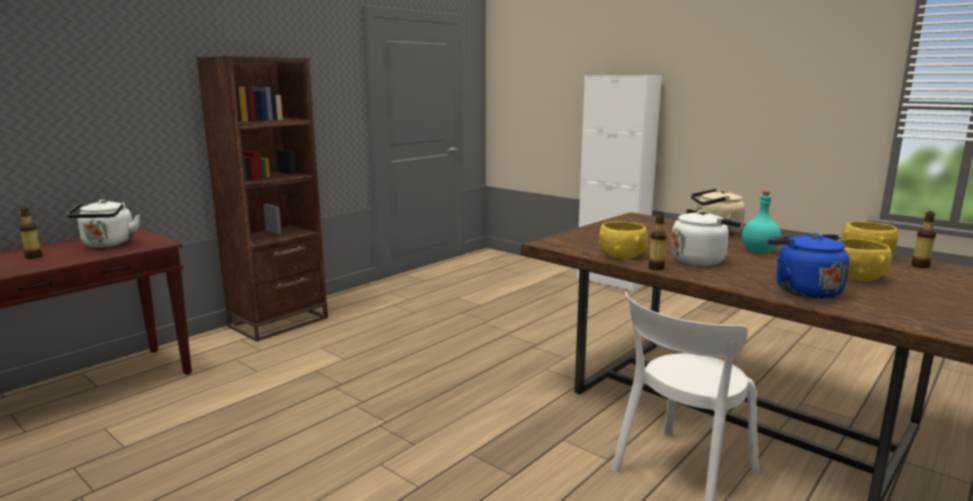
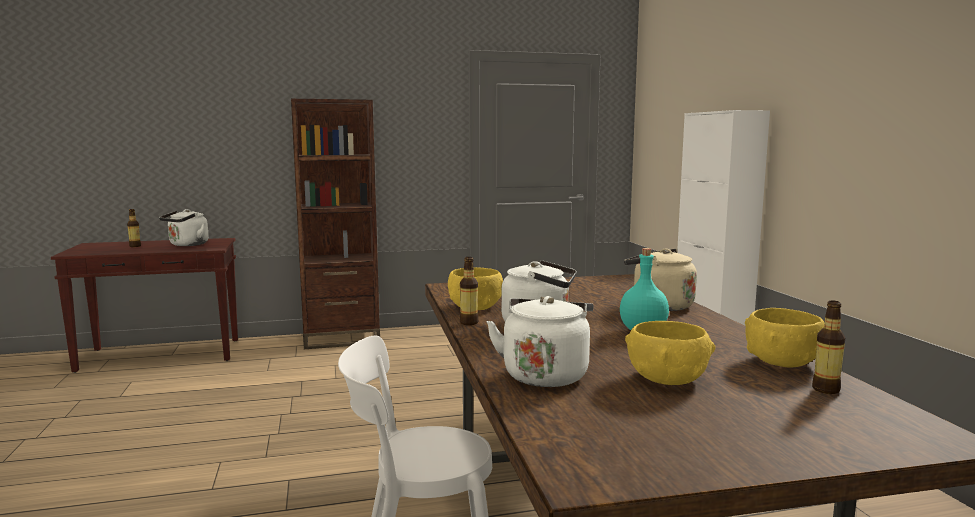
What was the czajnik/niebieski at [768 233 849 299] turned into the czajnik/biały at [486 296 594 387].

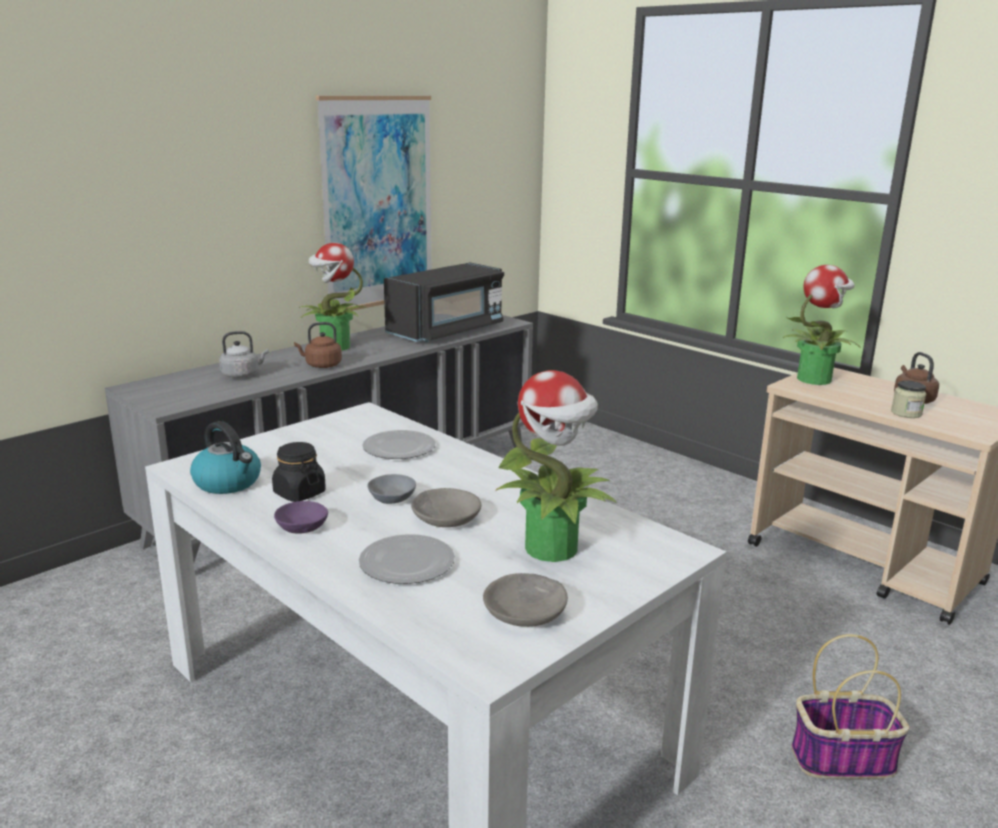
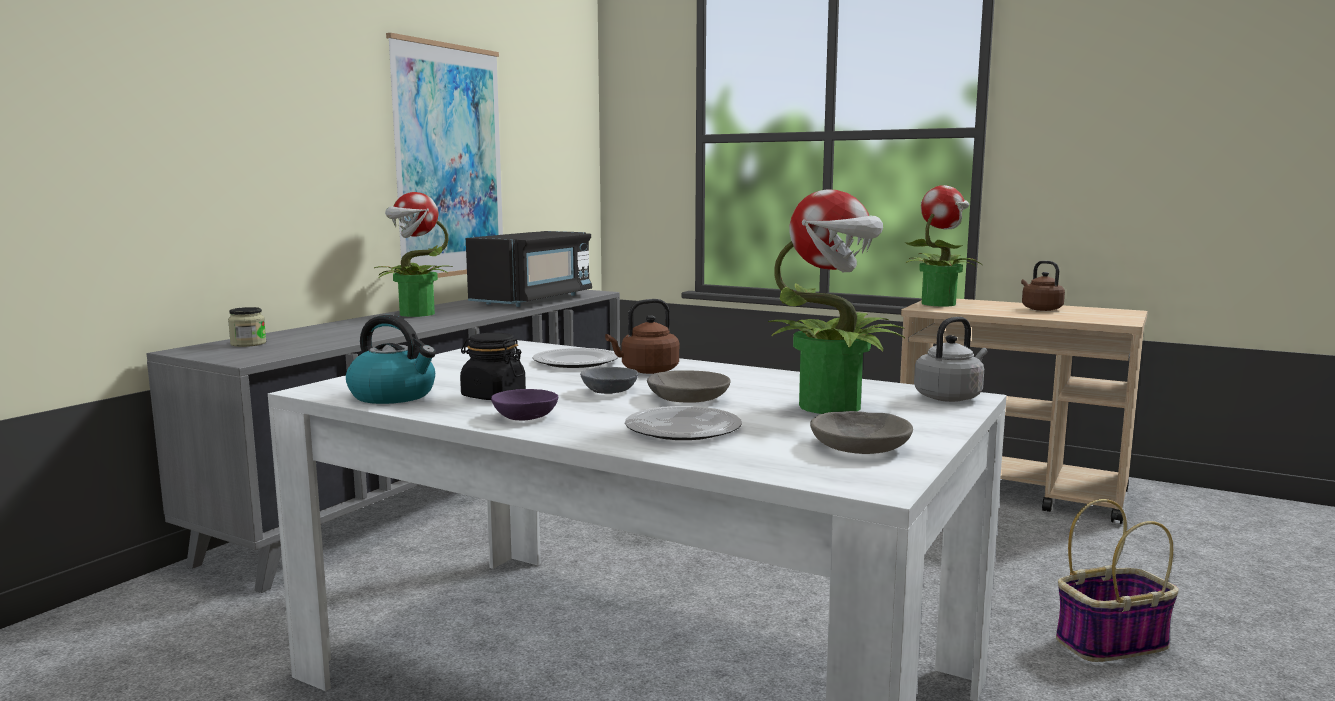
The czajnik/szary ended up elsewhere, having gone from [219 331 269 378] to [914 317 987 402]. The czajnik/brązowy ended up elsewhere, having gone from [294 322 342 368] to [605 299 679 374]. The słoik ended up elsewhere, having gone from [891 380 926 418] to [228 307 266 347].

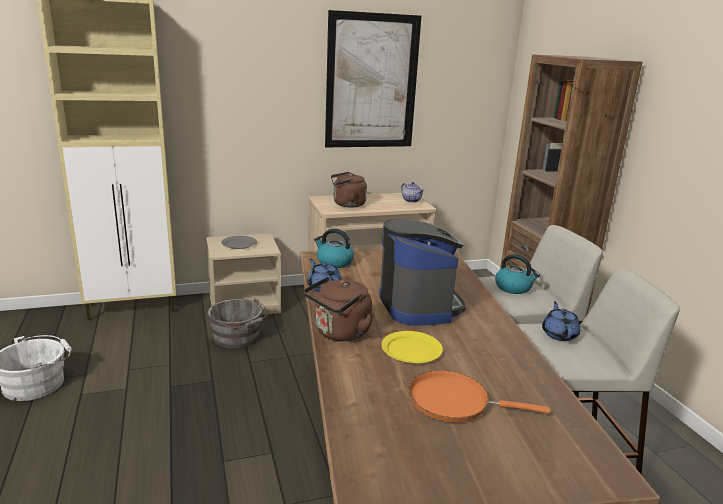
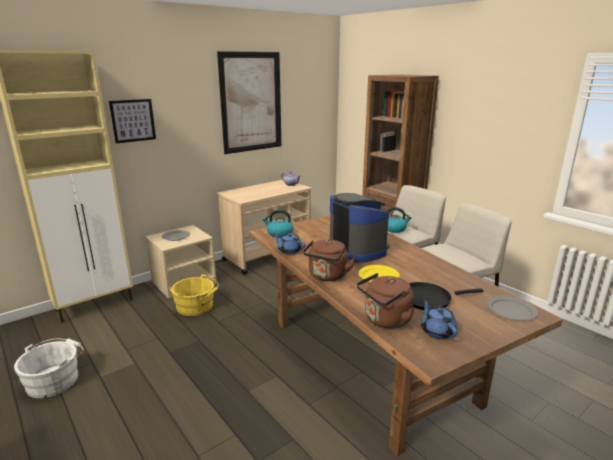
What was the wiadro/szary at [207 297 268 348] turned into the wiadro/żółty at [171 274 219 316]. The czajnik/brązowy ended up elsewhere, having gone from [331 172 367 208] to [357 273 414 329]. What was the patelnia/pomarańczowy at [408 370 550 422] turned into the patelnia/czarny at [409 282 484 310]. The imbryk/niebieski ended up elsewhere, having gone from [542 301 580 341] to [421 299 457 339]. The second view gained the obraz at [109 99 156 143]. The second view gained the talerz/szary at [487 296 538 321].

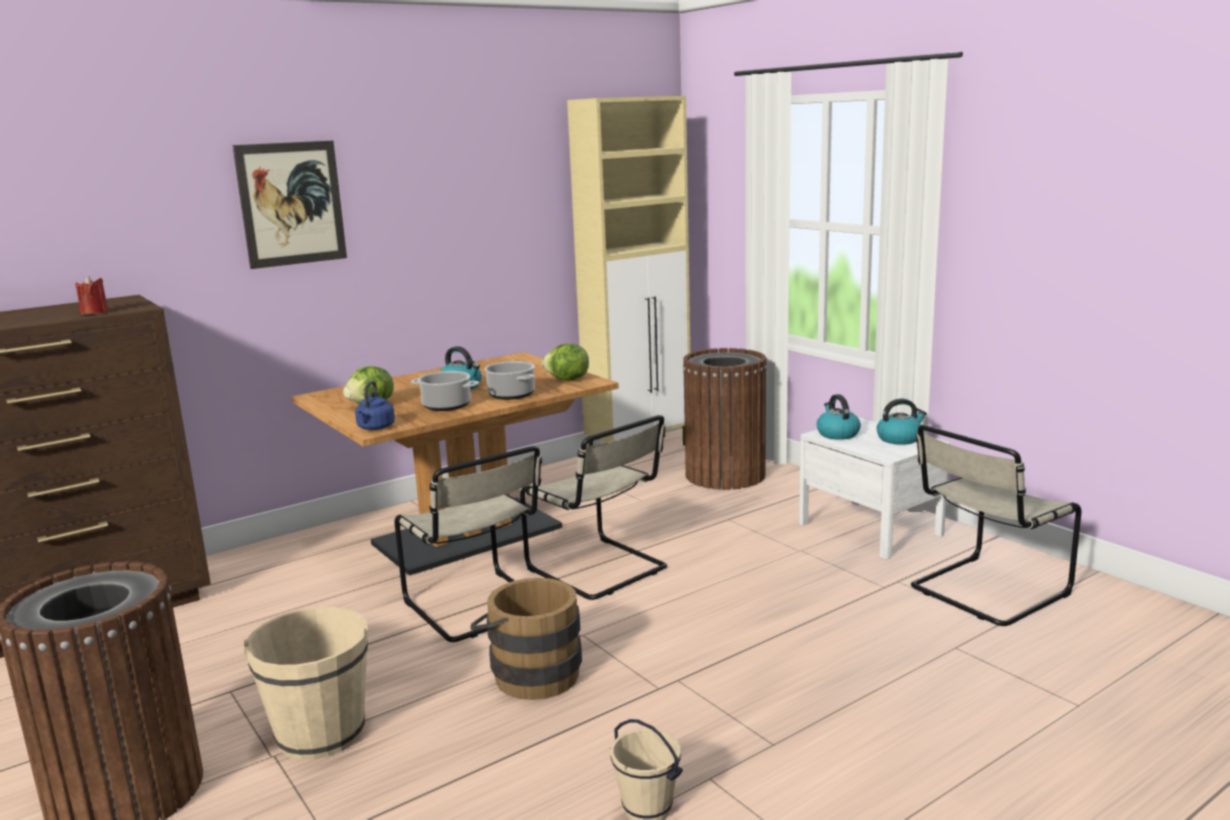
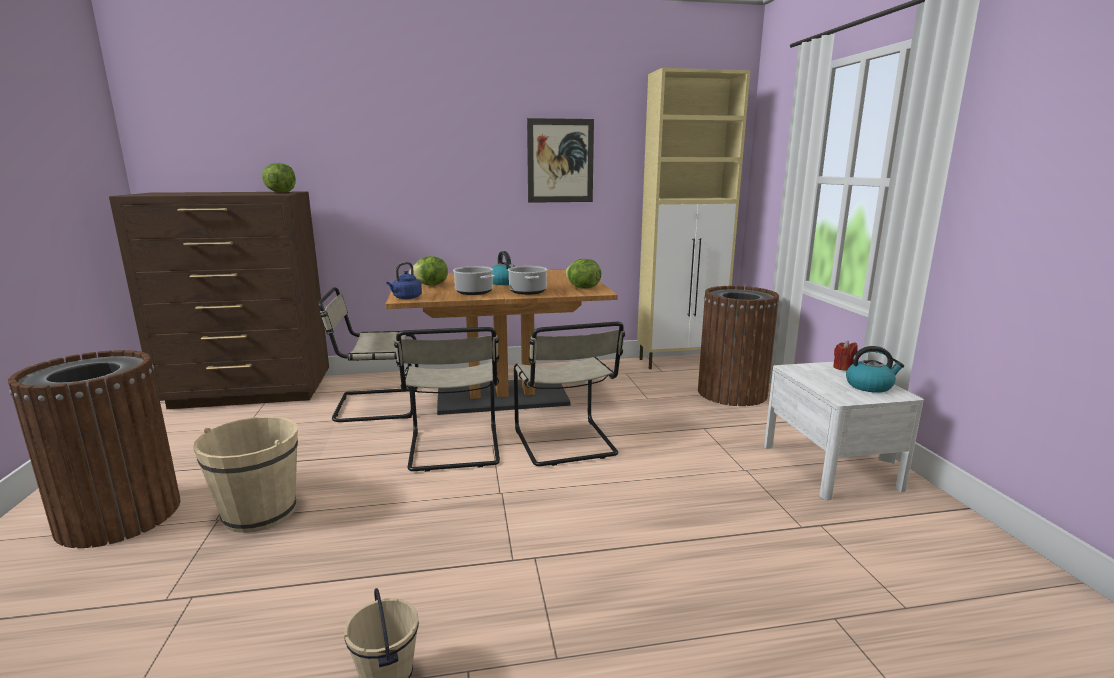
The świeca/czerwony ended up elsewhere, having gone from [75 276 109 315] to [833 340 858 371]. The obraz ended up elsewhere, having gone from [232 141 347 269] to [527 118 594 203]. The second view lost the wiadro/brązowy at [470 578 582 700]. The second view lost the czajnik at [817 394 861 440]. The krzesło/beżowy ended up elsewhere, having gone from [911 425 1081 626] to [318 287 418 422]. The second view gained the sałata at [262 163 296 193].

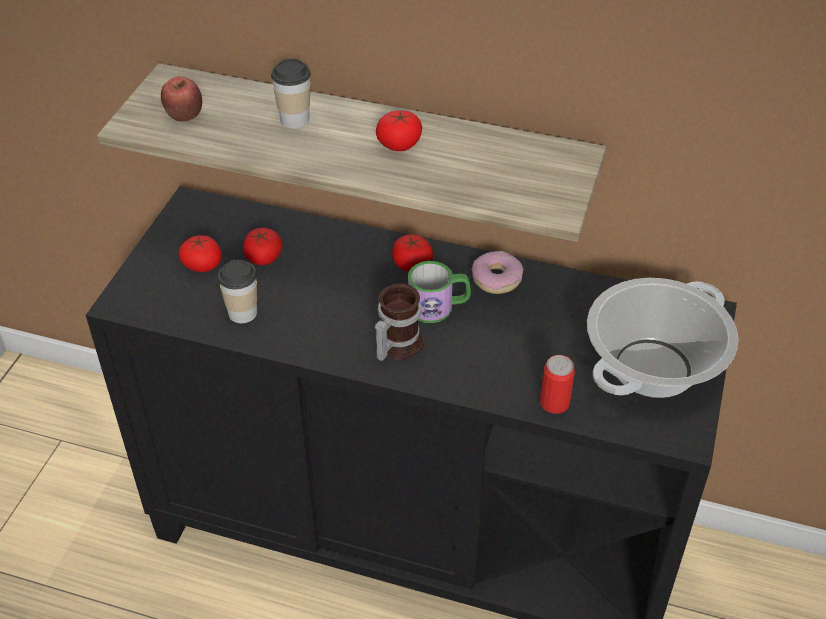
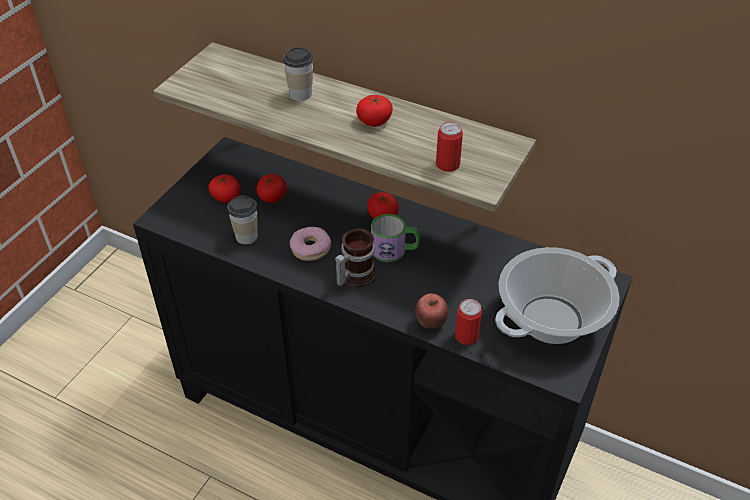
The jabłko ended up elsewhere, having gone from [161 76 202 122] to [415 293 448 329]. The donut ended up elsewhere, having gone from [472 251 523 294] to [290 227 331 261]. The second view gained the puszka at [436 121 463 172].

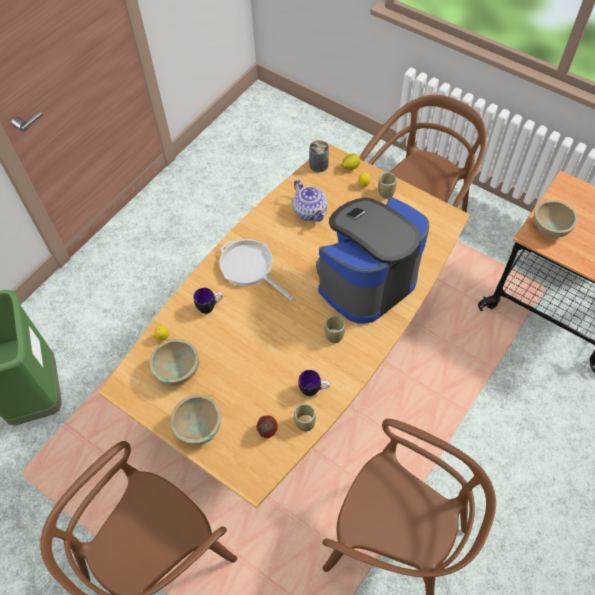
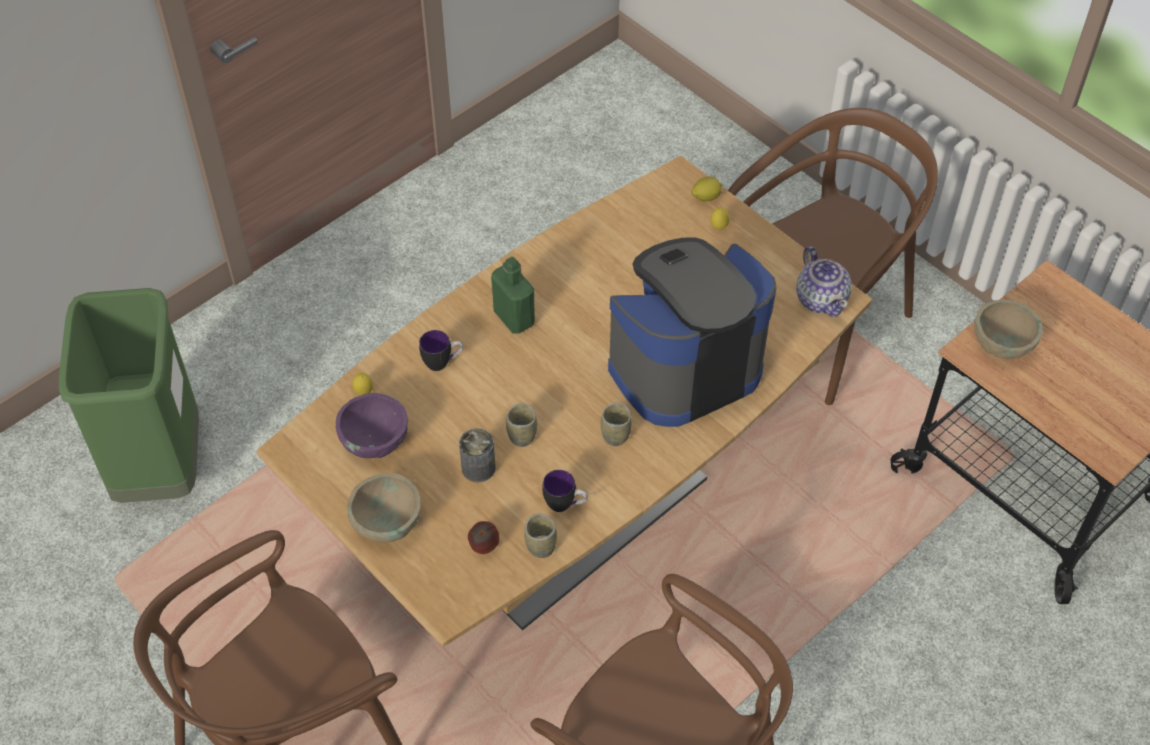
What was the miska/beżowy at [149 339 199 386] turned into the miska/fioletowy at [336 393 408 458]. Where the patelnia stood at [219 239 294 301], the butelka/zielony came to stand at [491 257 535 334]. The imbryk ended up elsewhere, having gone from [293 180 327 222] to [796 246 852 317]. The puszka ended up elsewhere, having gone from [309 140 329 172] to [459 428 496 482]. The filiżanka ended up elsewhere, having gone from [378 172 397 199] to [506 403 537 447].

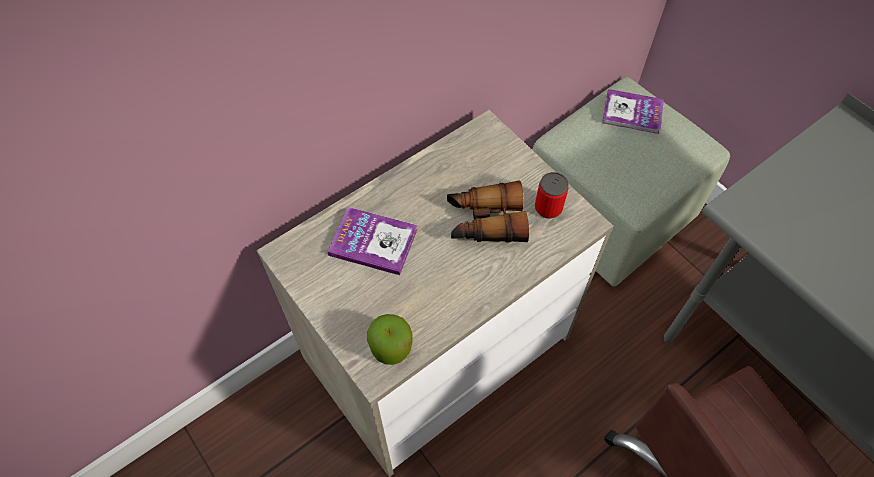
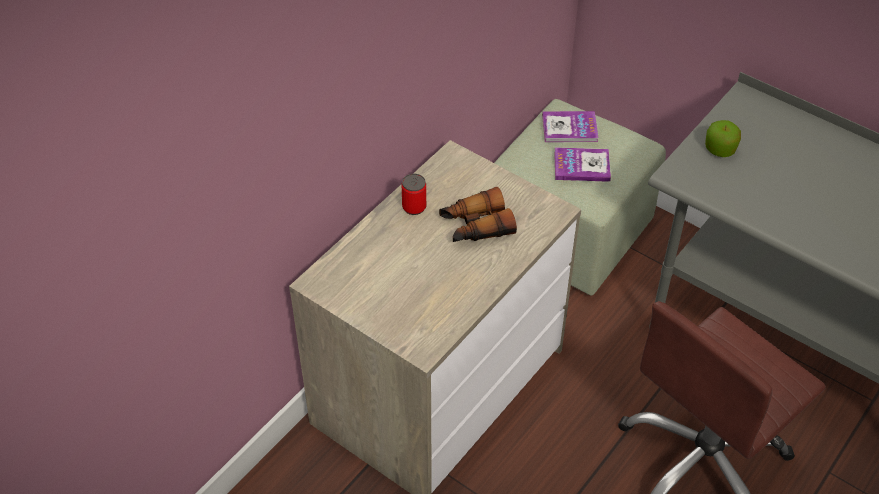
The książka ended up elsewhere, having gone from [328 207 417 275] to [554 147 611 182]. The jabłko ended up elsewhere, having gone from [367 314 413 365] to [705 120 741 157]. The puszka ended up elsewhere, having gone from [535 172 568 218] to [402 174 426 215].

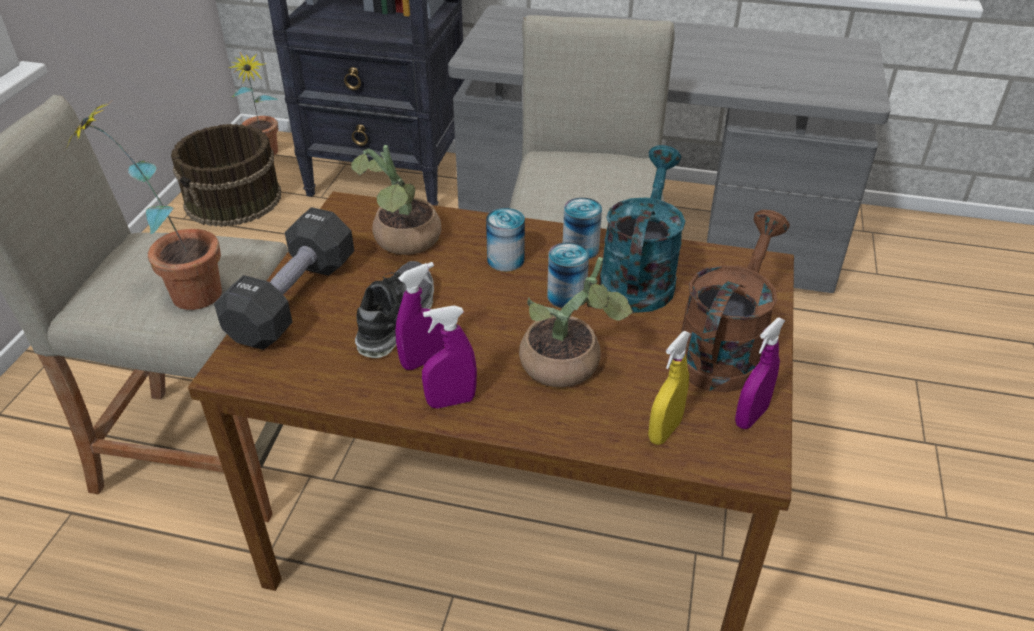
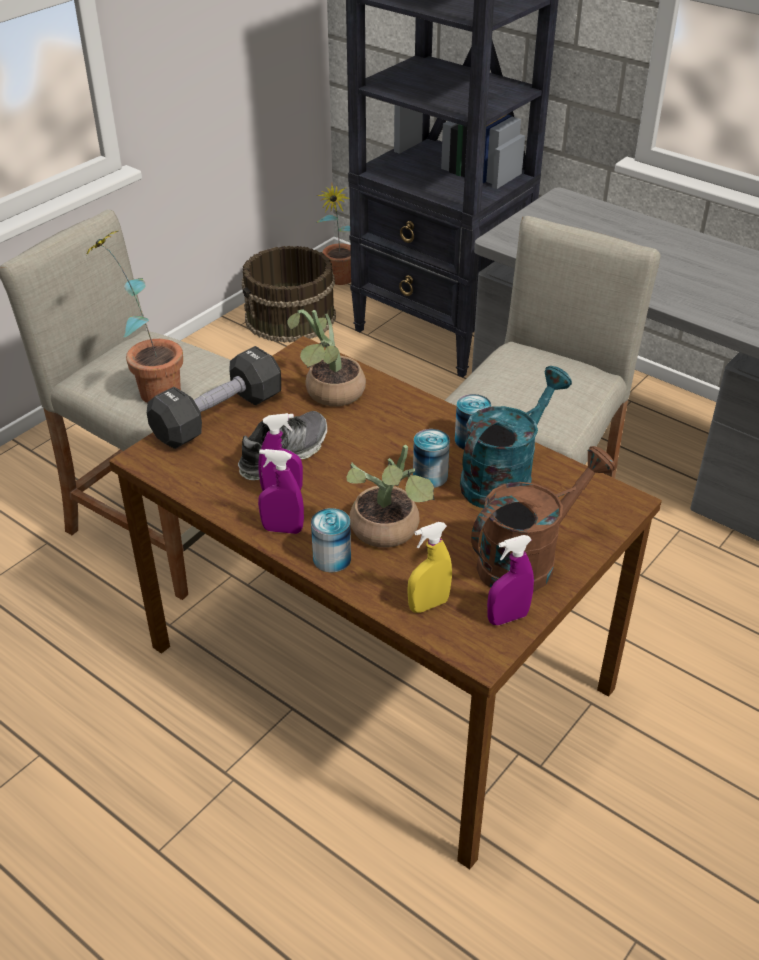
The puszka ended up elsewhere, having gone from [486 208 525 271] to [311 508 351 572].

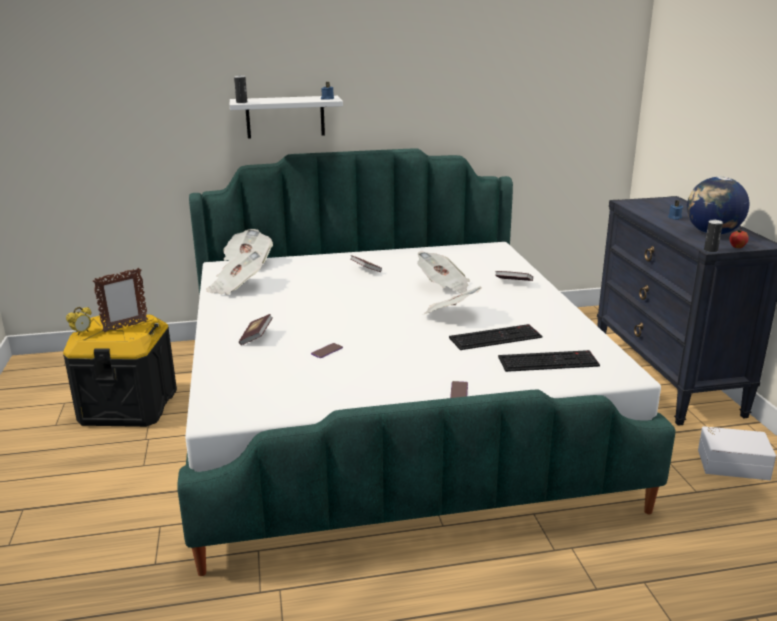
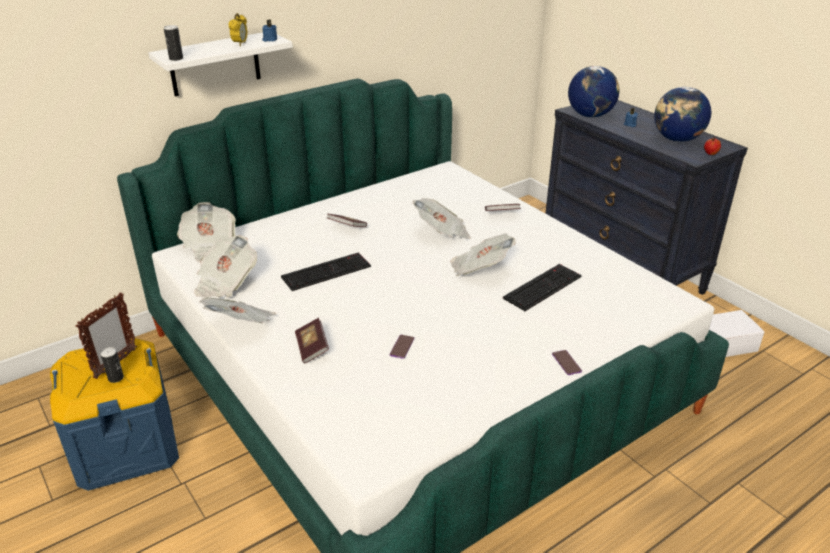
What was the pojemnik do przechowywania/czarny at [63 315 177 427] turned into the pojemnik do przechowywania/niebieski at [50 338 179 491]. The budzik ended up elsewhere, having gone from [66 307 91 336] to [229 13 247 46]. The klawiatura ended up elsewhere, having gone from [498 350 600 372] to [281 252 371 291]. The puszka ended up elsewhere, having gone from [704 220 723 252] to [101 347 124 383]. The second view gained the gazeta at [200 297 277 323]. The second view gained the globus at [568 66 620 118].

